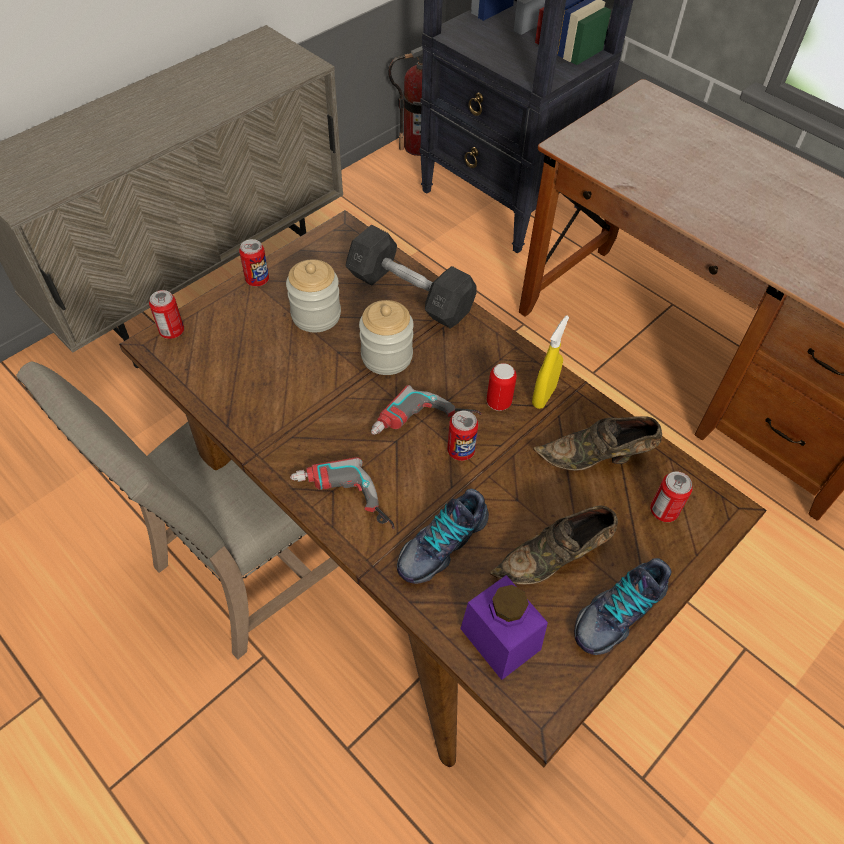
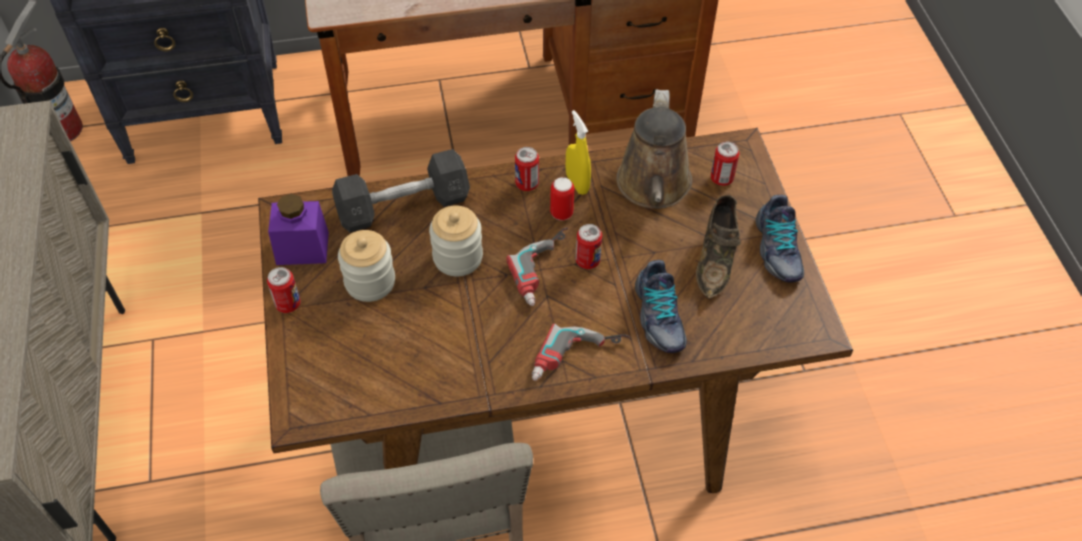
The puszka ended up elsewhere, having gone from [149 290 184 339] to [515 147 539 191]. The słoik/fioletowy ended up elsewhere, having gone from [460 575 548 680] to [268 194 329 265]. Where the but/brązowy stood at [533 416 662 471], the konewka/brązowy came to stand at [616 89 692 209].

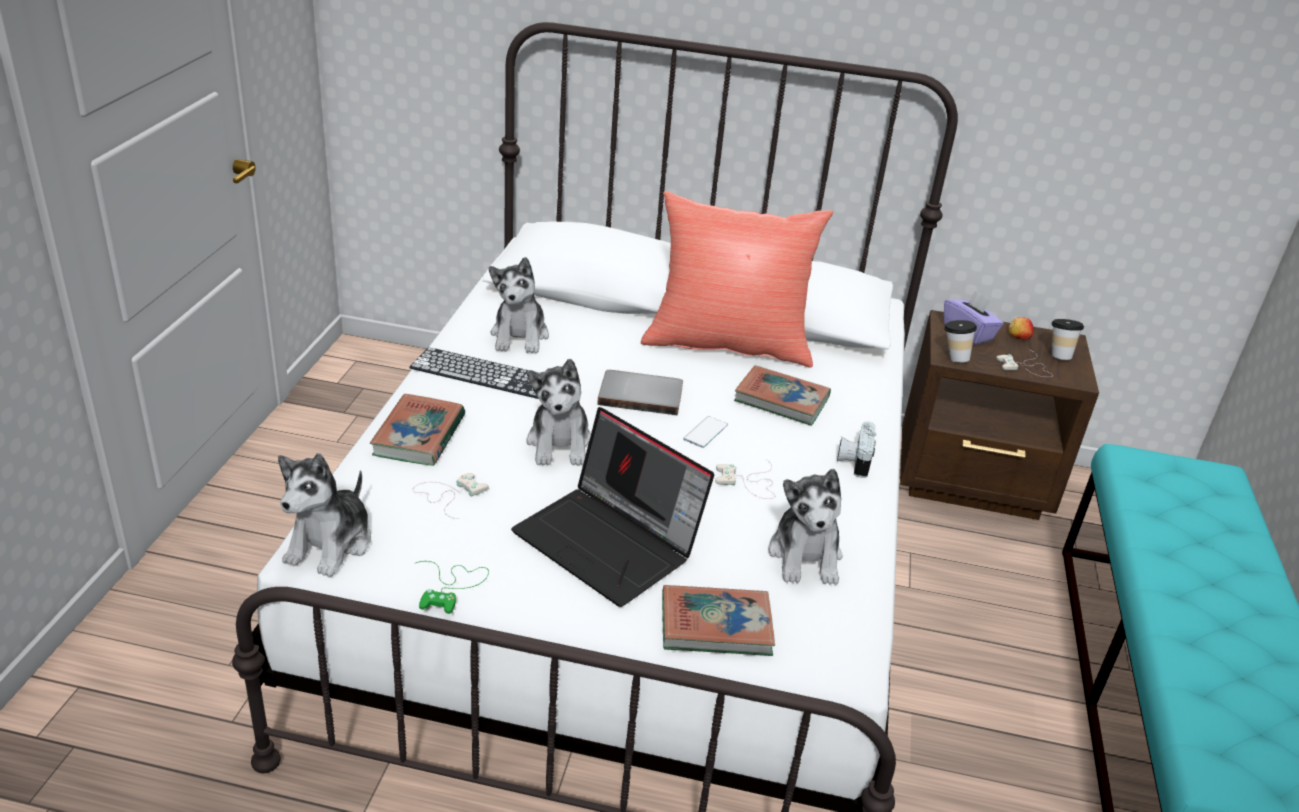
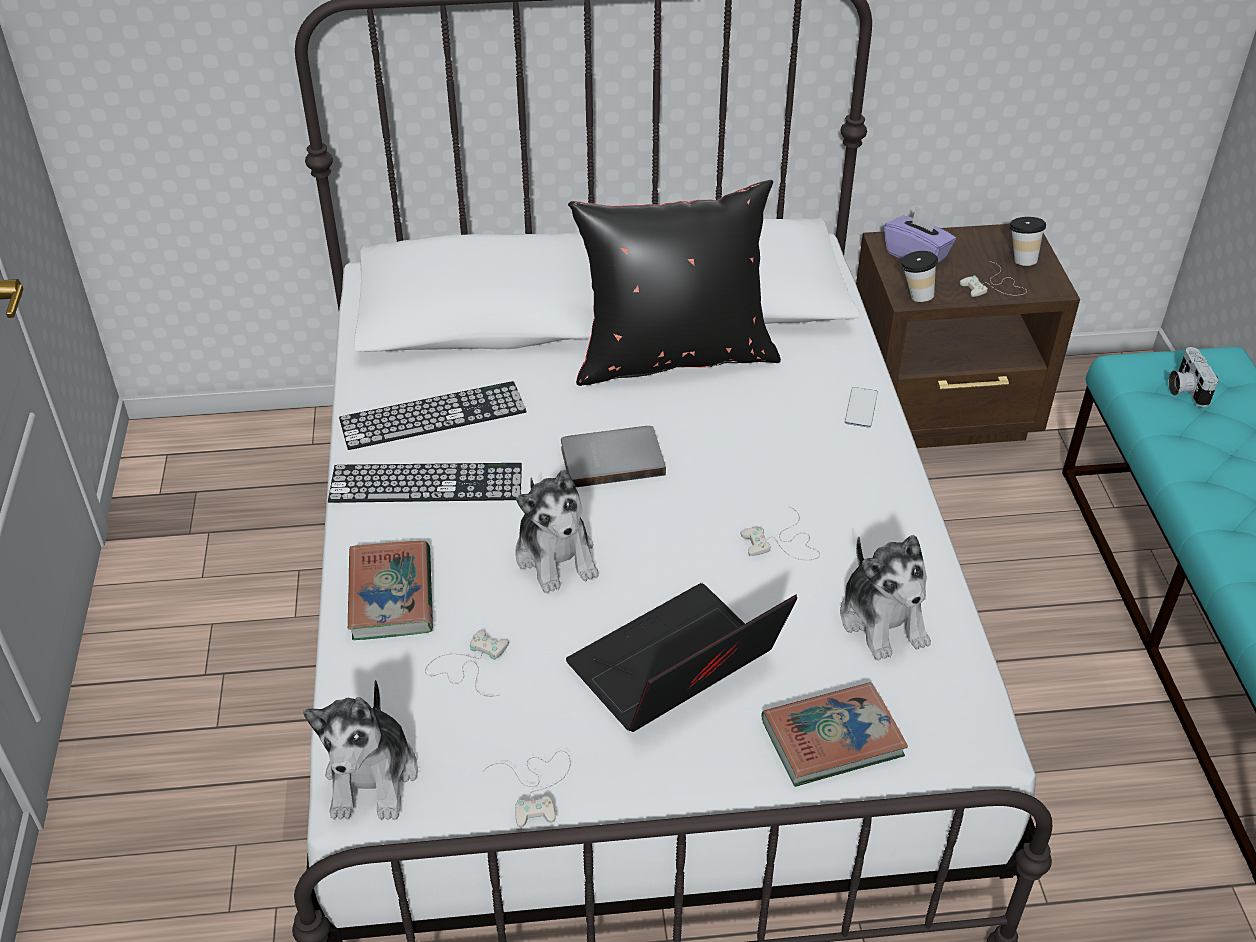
What was the pad do gier/zielony at [416 561 489 614] turned into the pad do gier/biały at [483 751 571 827]. Where the pluszak stood at [489 257 549 353], the klawiatura came to stand at [339 381 527 450]. The laptop at [511 407 714 607] ended up facing another way, 120 degrees clockwise from before. What was the poduszka/czerwony at [641 191 833 368] turned into the poduszka/czarny at [568 180 781 386]. The telefon ended up elsewhere, having gone from [683 416 728 448] to [845 387 878 428]. The second view lost the książka at [734 365 831 426]. The aparat fotograficzny ended up elsewhere, having gone from [837 421 876 478] to [1169 347 1218 407]. The second view lost the jabłko at [1008 317 1034 340].

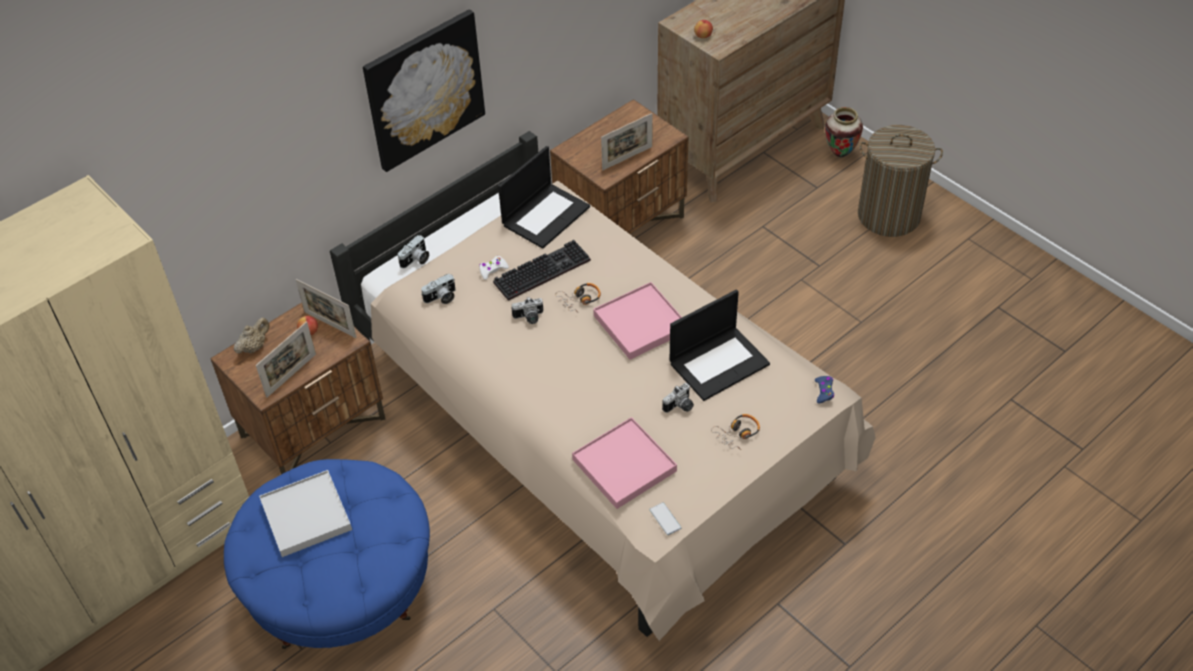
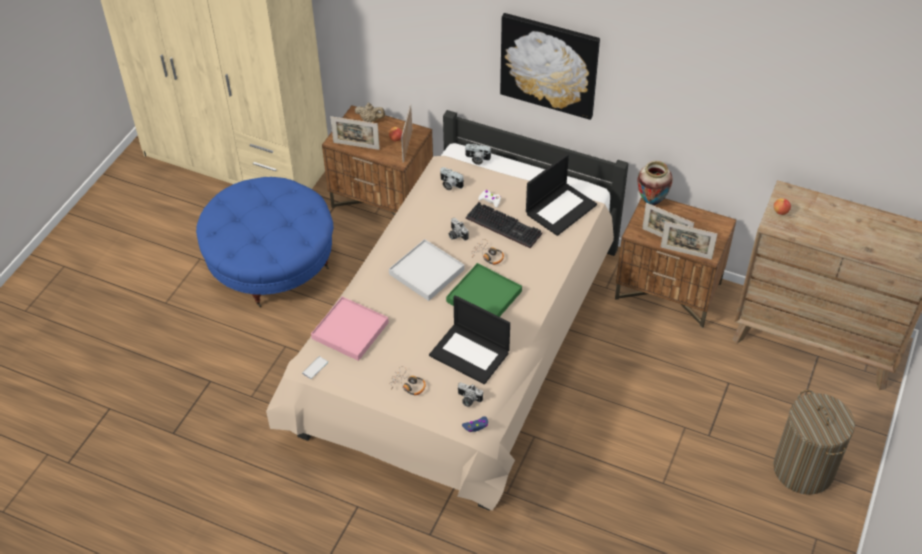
The taca/biały ended up elsewhere, having gone from [259 470 352 557] to [389 239 464 301]. The laptop at [498 146 590 249] ended up facing another way, 60 degrees counterclockwise from before. What was the taca/różowy at [593 282 682 360] turned into the taca/zielony at [446 263 522 317]. The aparat fotograficzny ended up elsewhere, having gone from [662 383 694 413] to [458 382 483 407]. The wazon ended up elsewhere, having gone from [825 107 863 158] to [638 161 673 206]. The second view gained the ramka na zdjęcie at [661 221 717 260].

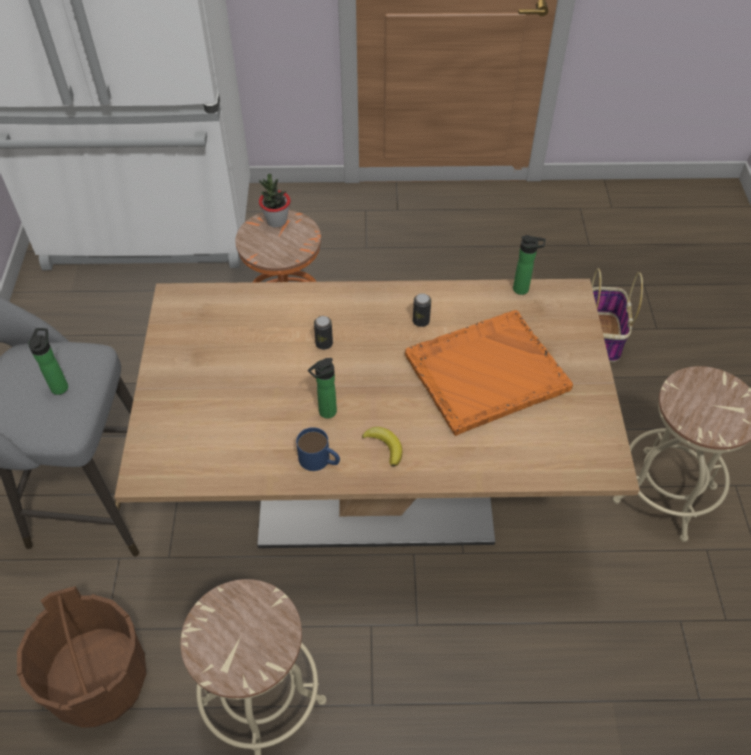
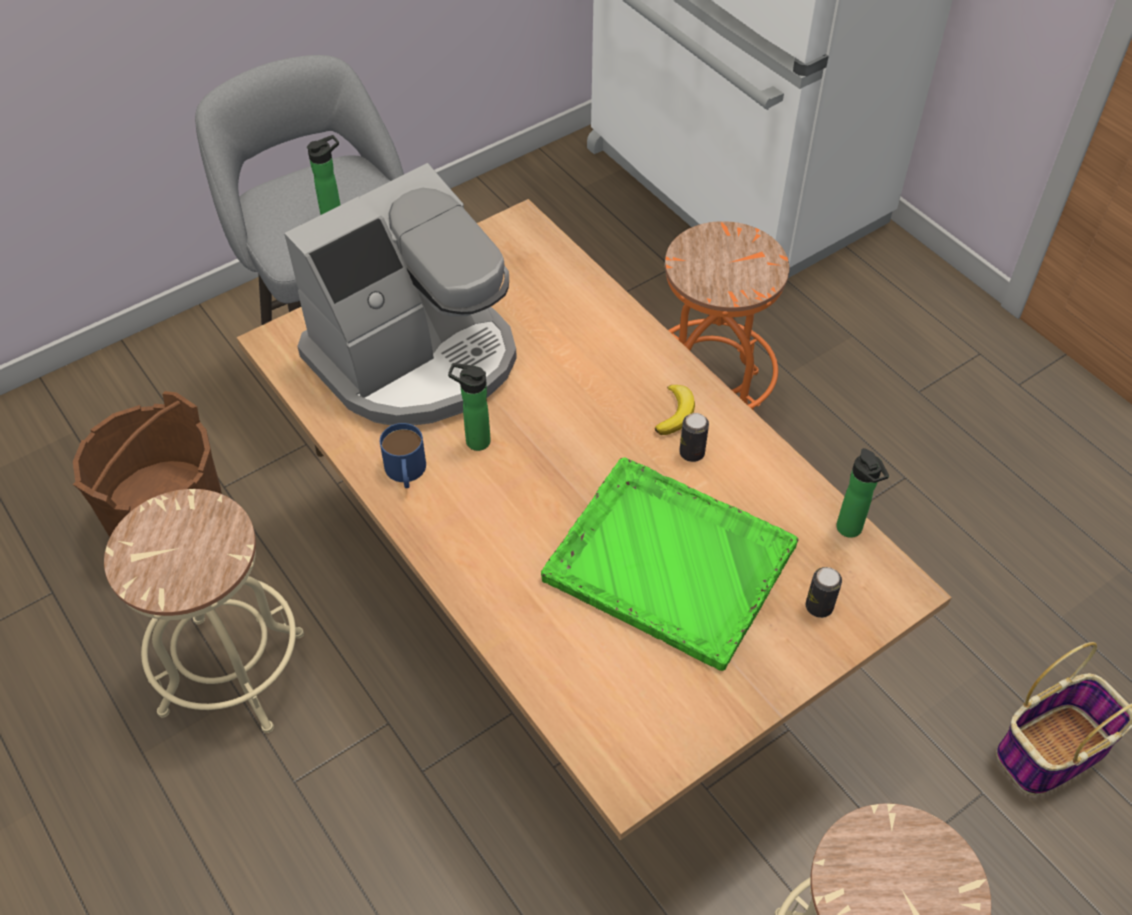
The second view lost the roślina doniczkowa at [259 174 290 228]. The puszka ended up elsewhere, having gone from [314 316 333 350] to [806 567 842 618]. The banan ended up elsewhere, having gone from [362 427 402 466] to [655 385 695 435]. What was the taca/pomarańczowy at [405 310 573 436] turned into the taca/zielony at [541 458 799 671]. The second view gained the ekspres do kawy at [284 163 517 425].

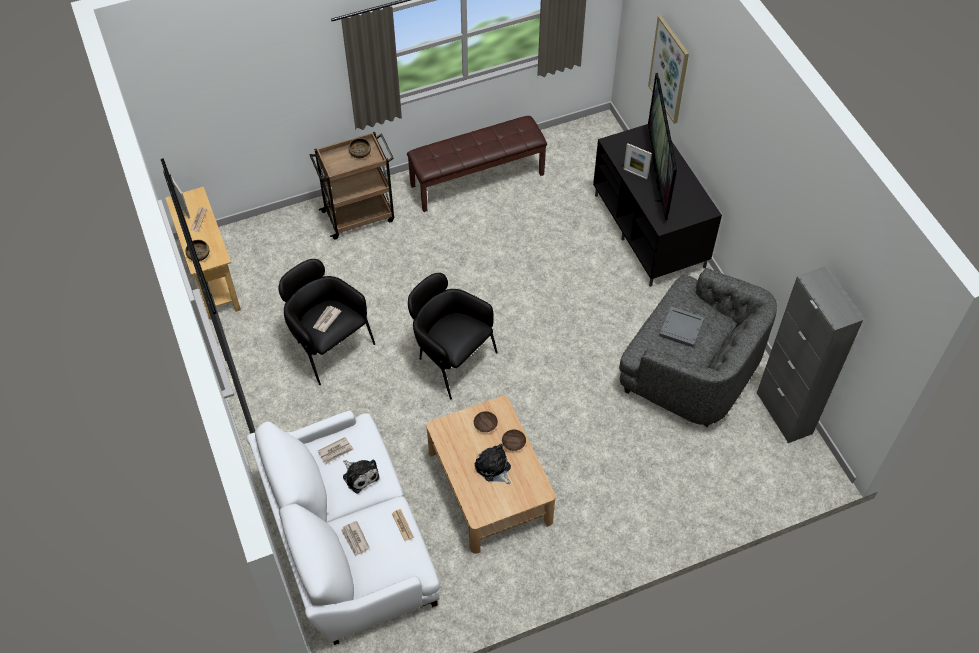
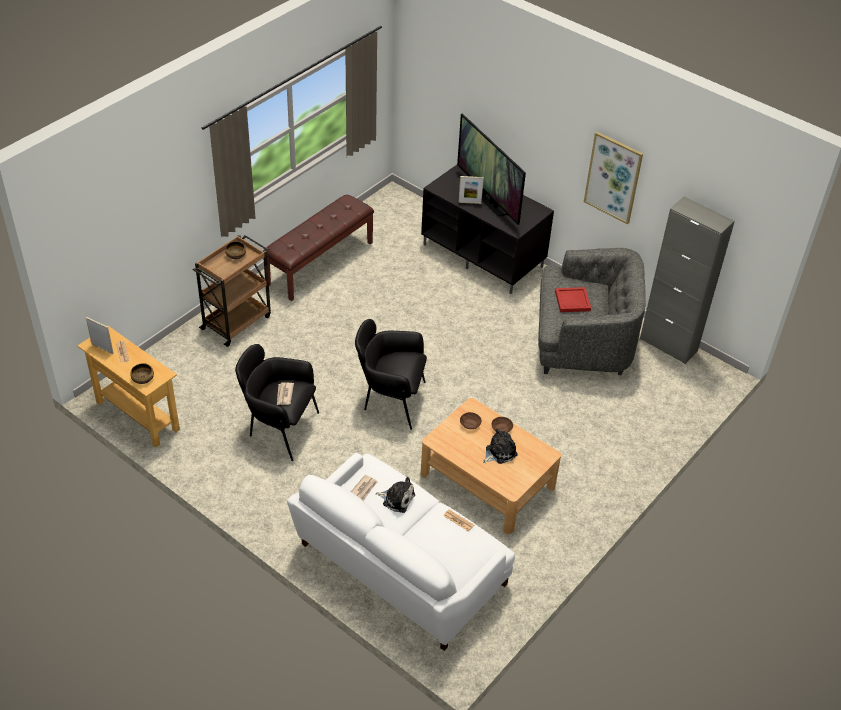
The second view lost the gazeta at [341 521 370 557]. The pluszak at [475 444 511 484] ended up facing another way, 120 degrees clockwise from before. The obraz ended up elsewhere, having gone from [648 15 689 124] to [584 132 643 224]. What was the taca/szary at [659 307 704 347] turned into the taca/czerwony at [555 287 591 312].

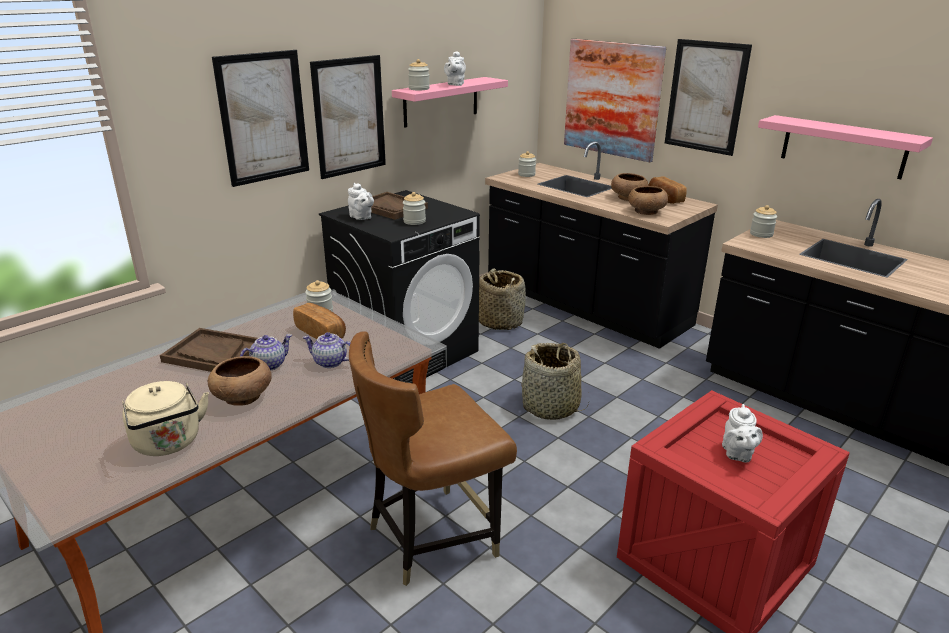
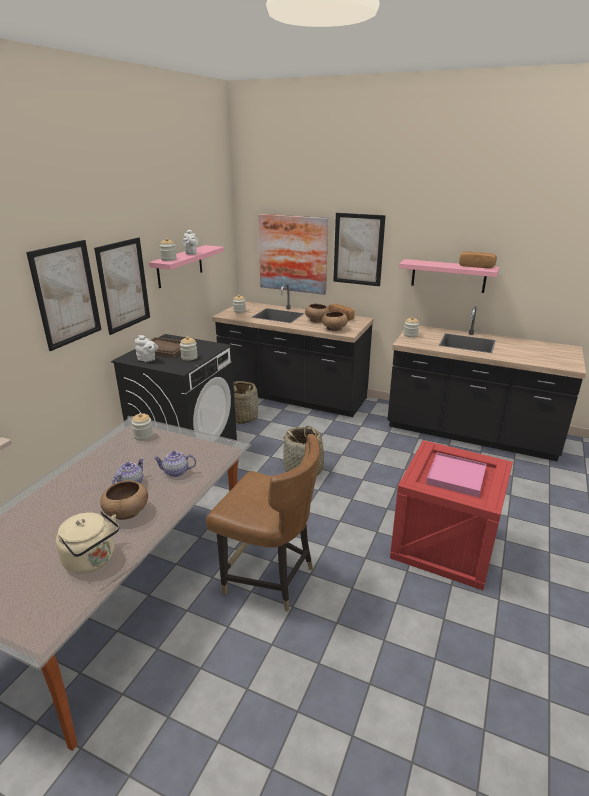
The second view lost the taca/brązowy at [160 328 258 372]. The chleb ended up elsewhere, having gone from [293 303 346 339] to [459 251 497 269]. The krzesło/brązowy at [349 332 517 586] ended up facing another way, 105 degrees counterclockwise from before. Where the imbryk/biały stood at [722 404 763 463], the taca/różowy came to stand at [426 452 486 497].

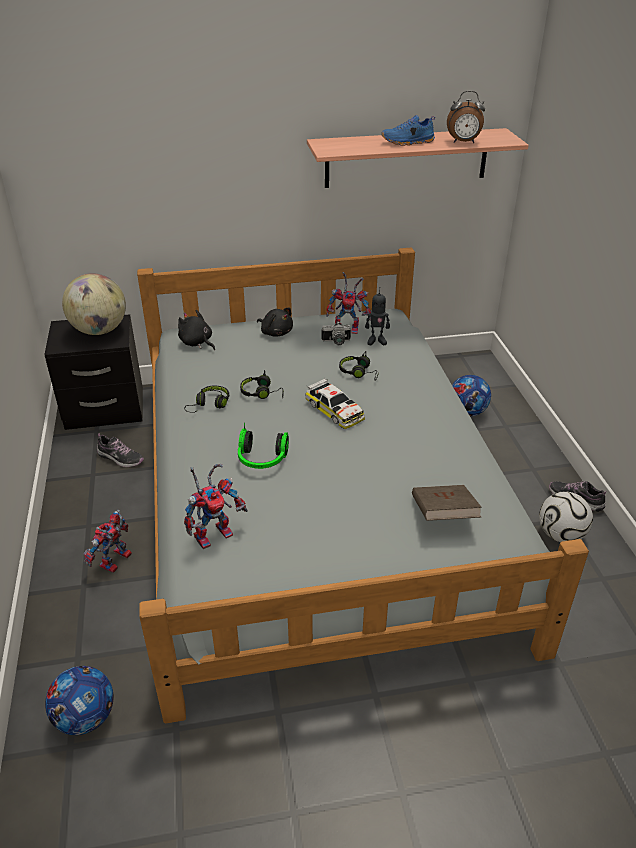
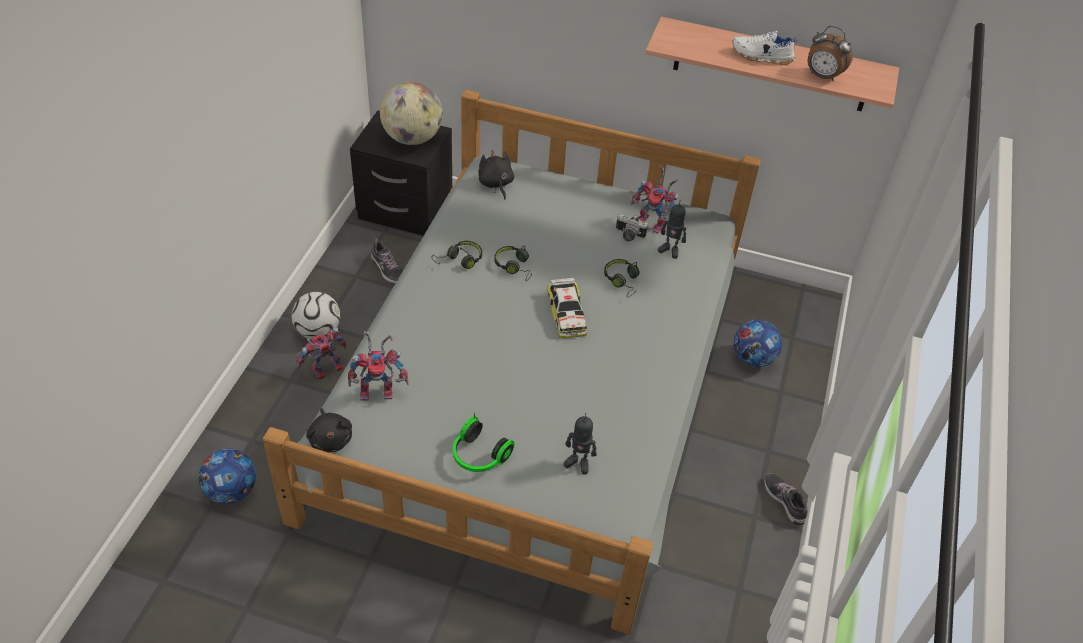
The słuchawki ended up elsewhere, having gone from [238 423 289 469] to [453 412 515 472]. The pluszak/czarny ended up elsewhere, having gone from [257 308 293 337] to [306 408 352 453]. What was the but/niebieski at [381 115 435 146] turned into the but/biały at [733 31 798 65]. Where the książka/brązowy stood at [412 485 482 521], the robot zabawkowy came to stand at [564 413 596 474]. The piłka futbolowa ended up elsewhere, having gone from [539 491 593 542] to [291 292 341 339].

